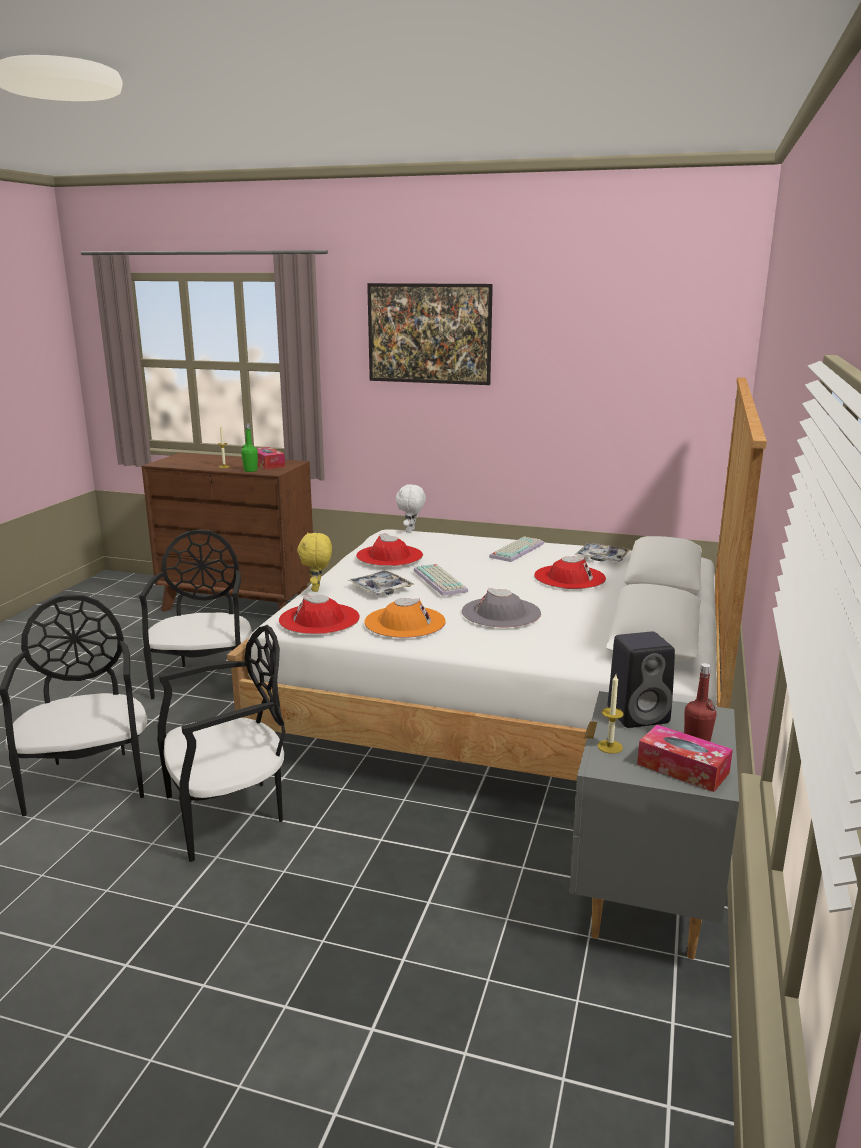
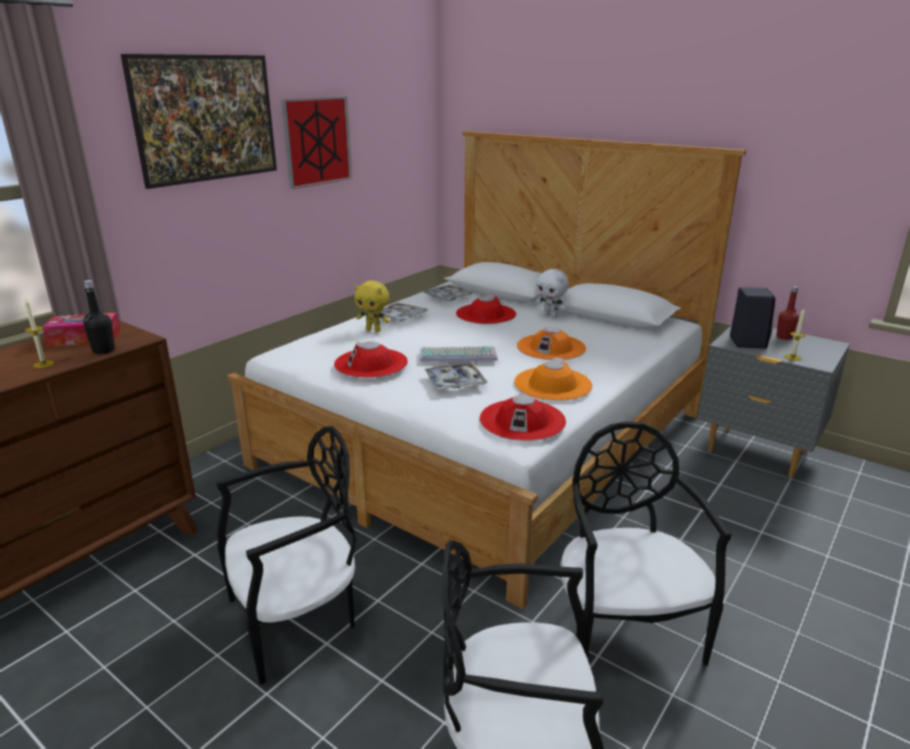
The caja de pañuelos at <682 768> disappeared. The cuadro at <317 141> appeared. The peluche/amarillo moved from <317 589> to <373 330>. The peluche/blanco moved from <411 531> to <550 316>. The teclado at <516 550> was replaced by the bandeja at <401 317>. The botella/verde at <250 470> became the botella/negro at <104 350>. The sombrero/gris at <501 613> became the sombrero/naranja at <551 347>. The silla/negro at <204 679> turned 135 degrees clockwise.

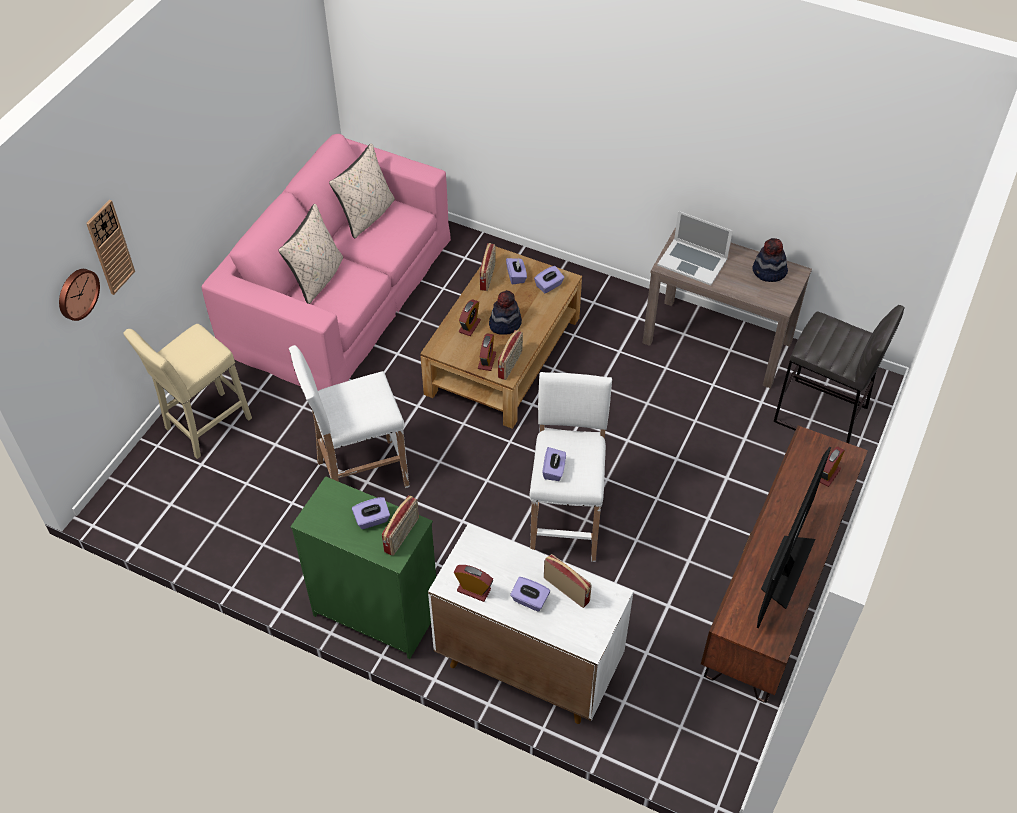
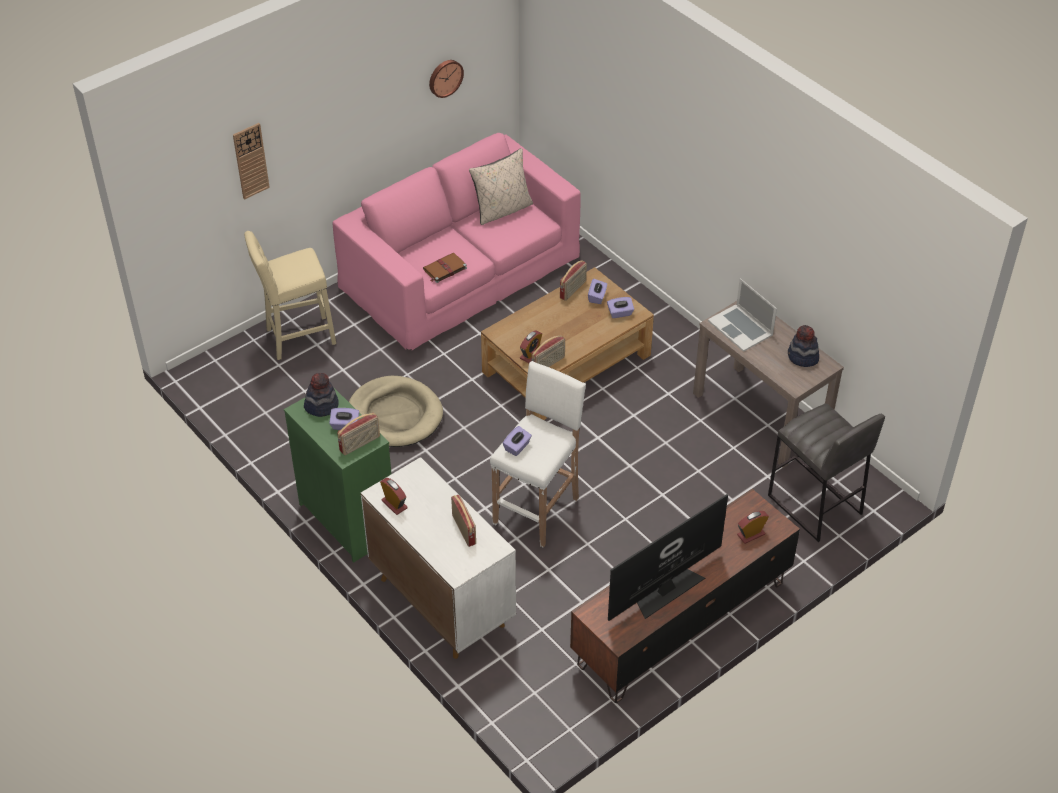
The cojín/beis at <317 278> disappeared. The despertador at <469 326> disappeared. The caja de pañuelos/morado at <529 600> disappeared. The libro/marrón at <444 269> appeared. The reloj de pared moved from <77 293> to <445 77>. The sombrero moved from <504 323> to <321 405>. The taburete/blanco at <360 474> was replaced by the cama para perro/beis at <395 415>.

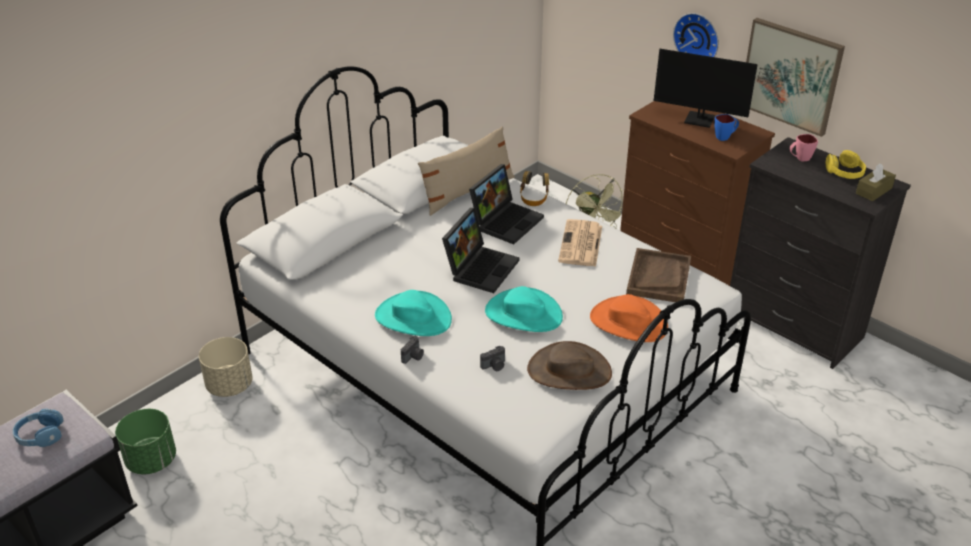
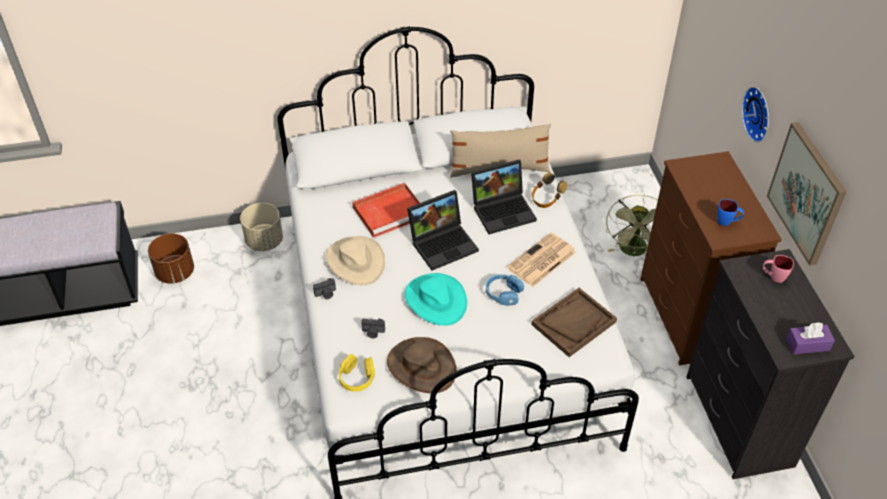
The sombrero/naranja at <628 322> disappeared. The monitor at <704 121> disappeared. The bandeja/rojo at <390 211> appeared. The auriculares/azul moved from <40 435> to <503 293>. The auriculares/amarillo moved from <844 172> to <357 378>. The maceta/verde at <151 461> became the maceta/marrón at <175 273>. The sombrero/turquesa at <413 317> became the sombrero/beis at <355 261>. The caja de pañuelos/marrón at <873 191> became the caja de pañuelos/morado at <807 344>.

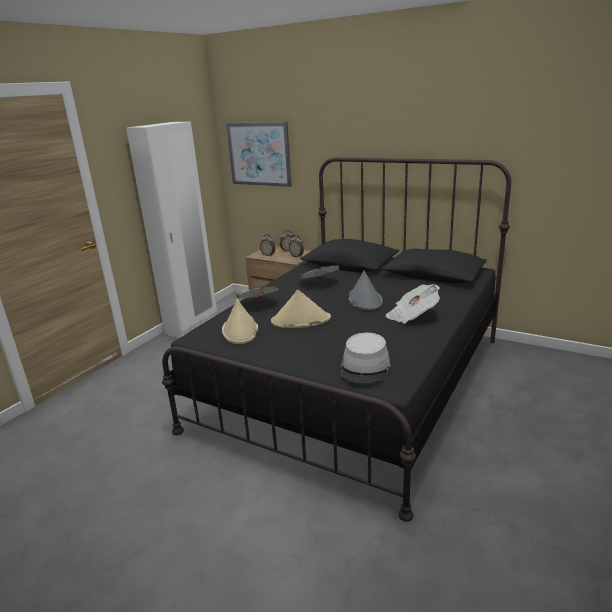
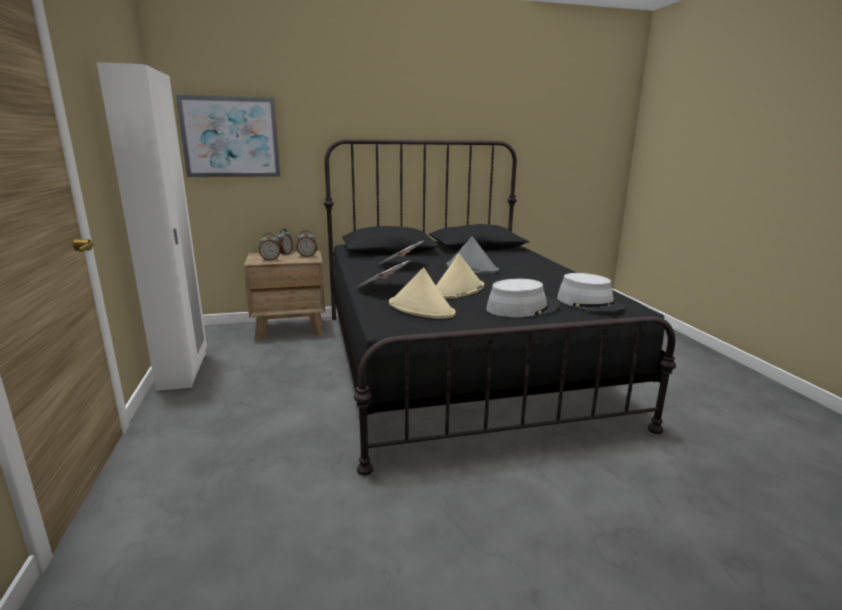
The periódico at <412 316> disappeared. The sombrero/gris at <522 308> appeared.

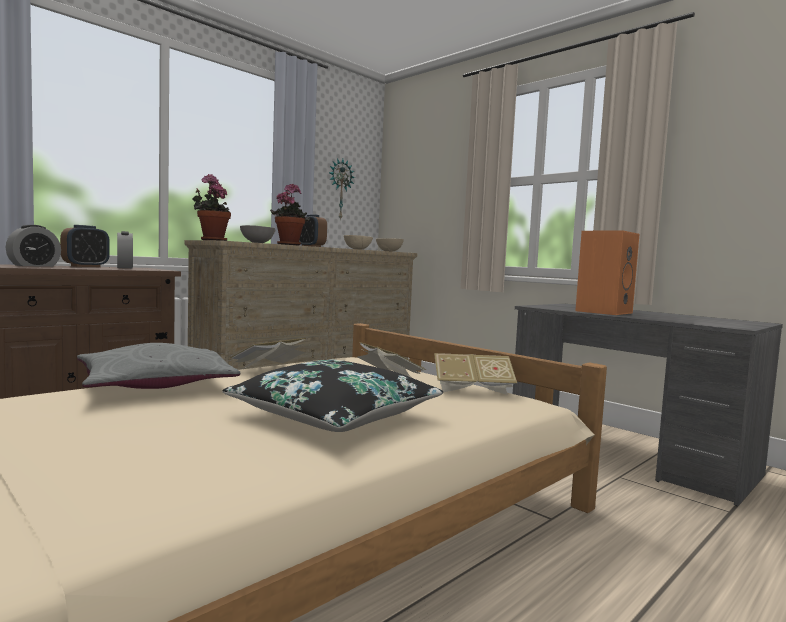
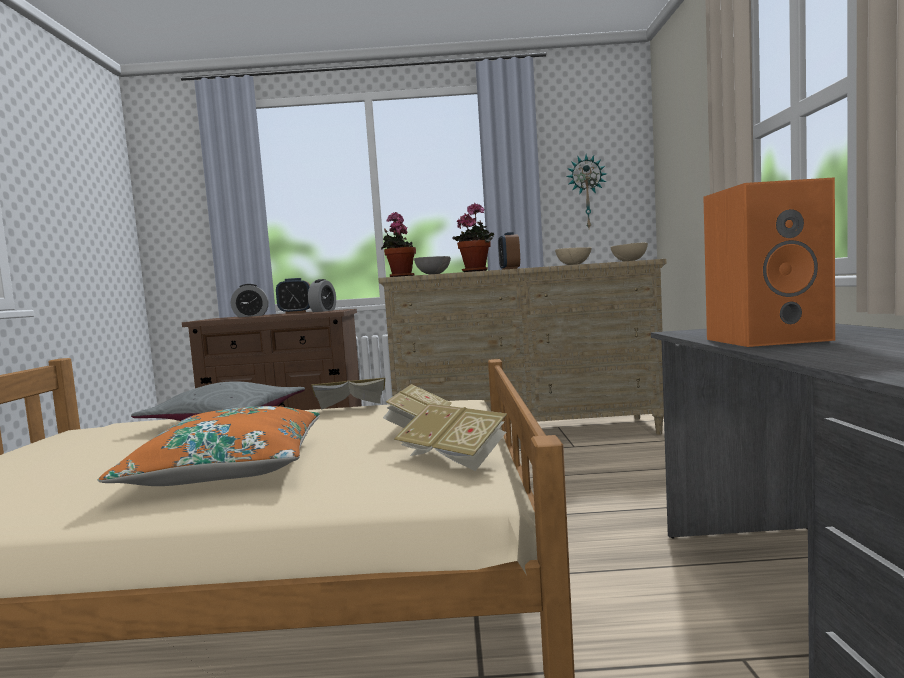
The cojín/negro at <334 416> became the cojín/naranja at <229 468>.

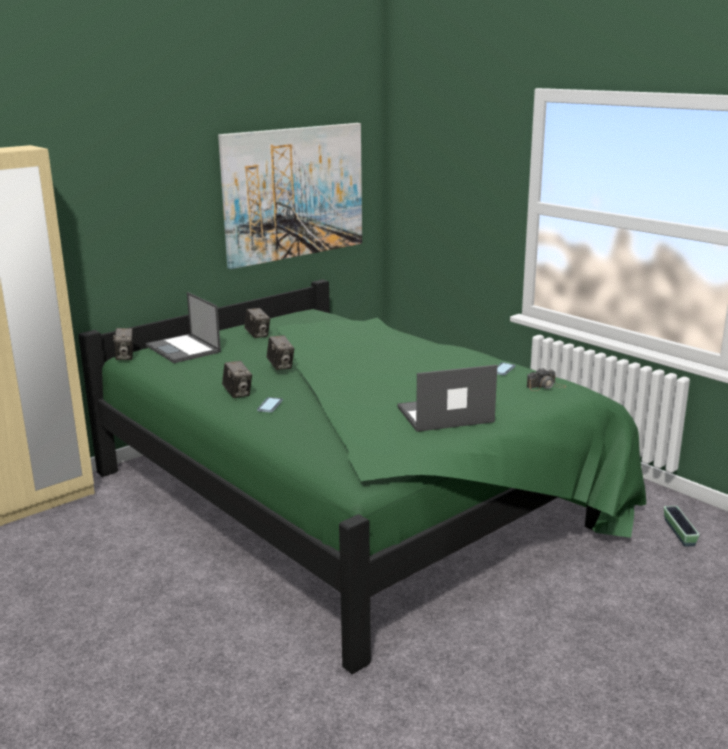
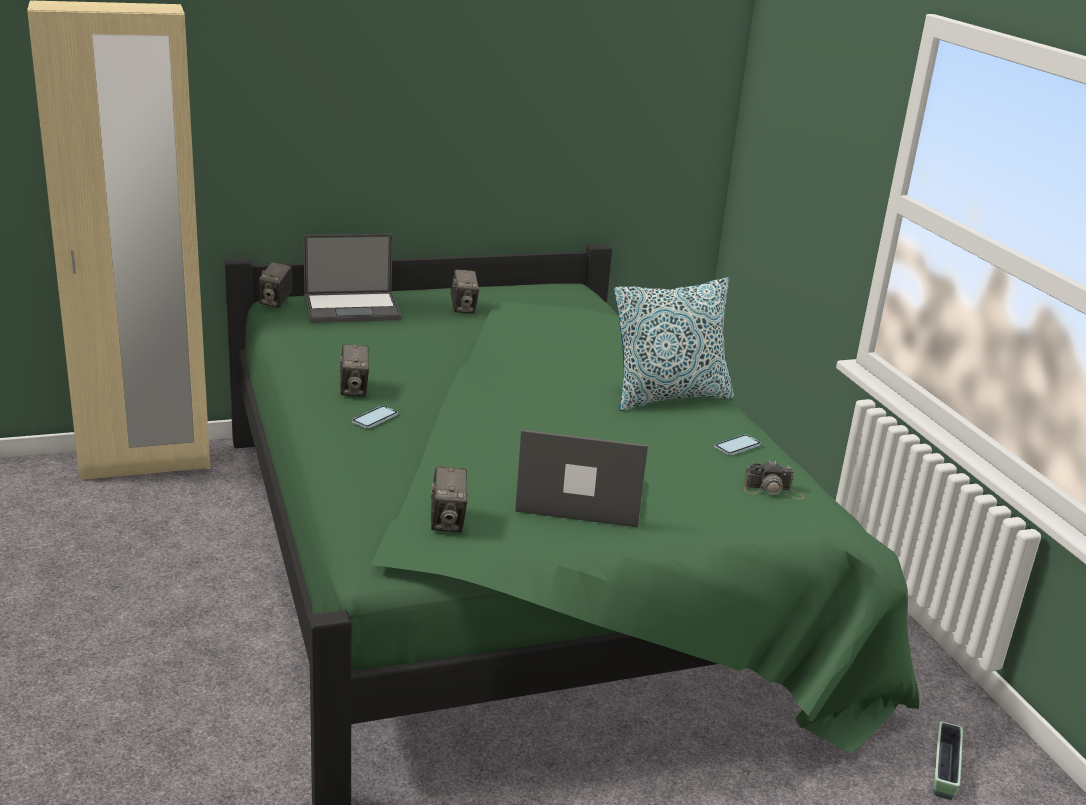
The cuadro at <294 193> disappeared. The cojín at <669 396> appeared. The cámara moved from <281 366> to <448 522>. The portátil at <184 349> turned 90 degrees counterclockwise.

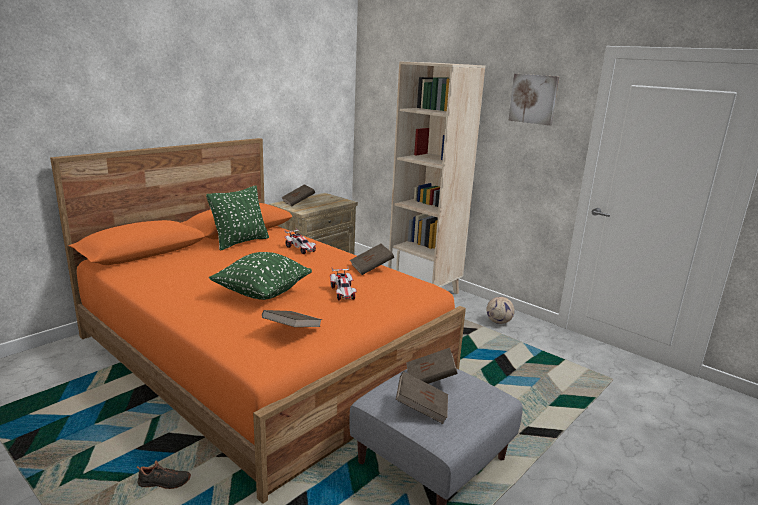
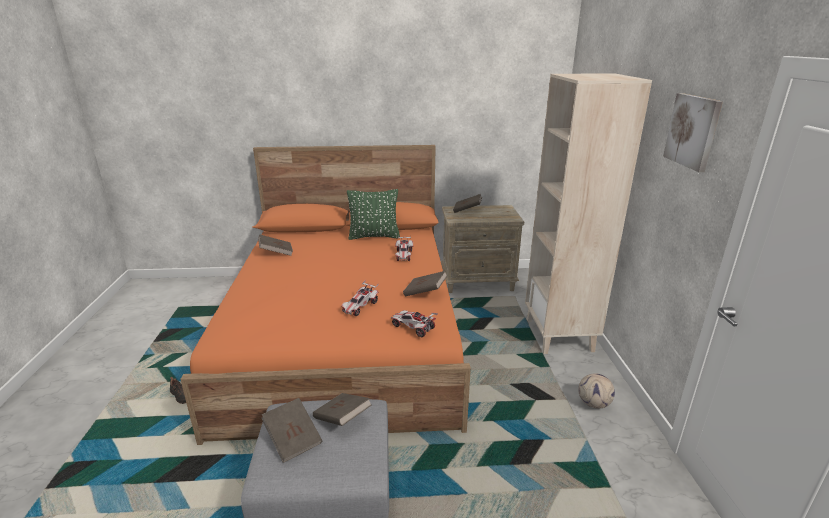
The cojín/verde at <262 293> disappeared. The coche de juguete at <413 328> appeared. The libro/marrón moved from <292 330> to <276 253>.

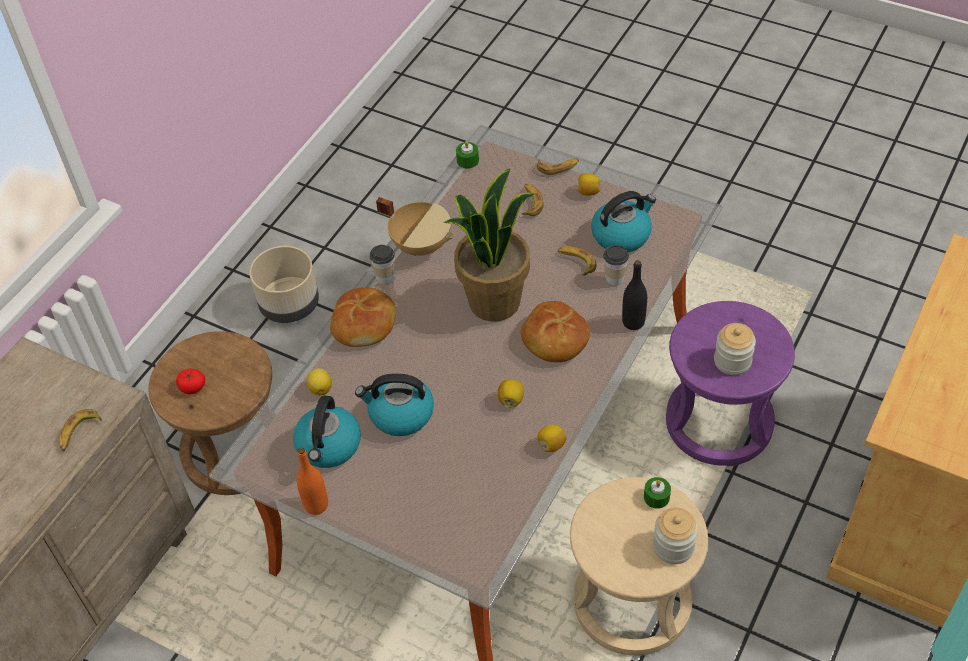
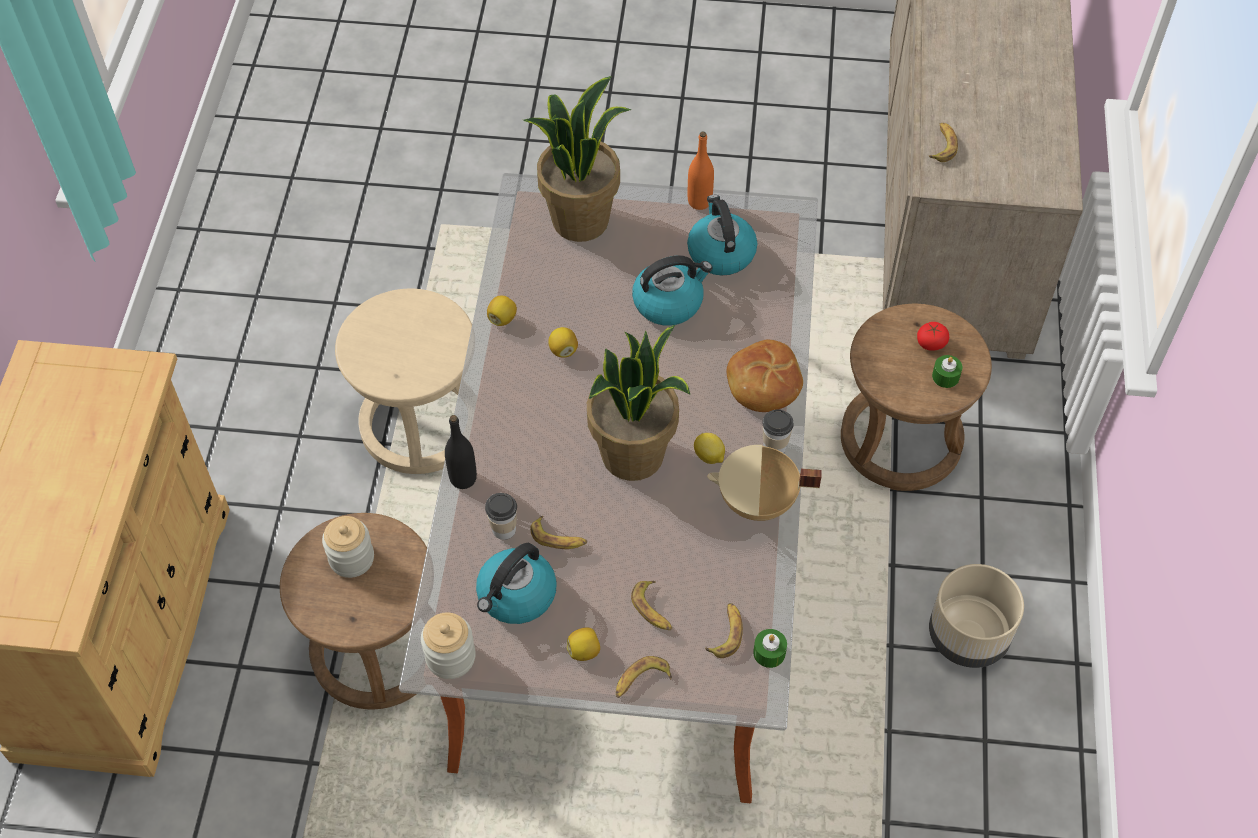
The pan at <554 339> disappeared. The planta en maceta at <580 219> appeared. The plátano at <726 633> appeared. The limón moved from <321 388> to <709 456>. The vela/verde moved from <656 497> to <945 376>. The tarro moved from <673 546> to <450 657>. The taburete/morado at <719 423> became the taburete/marrón at <377 649>.

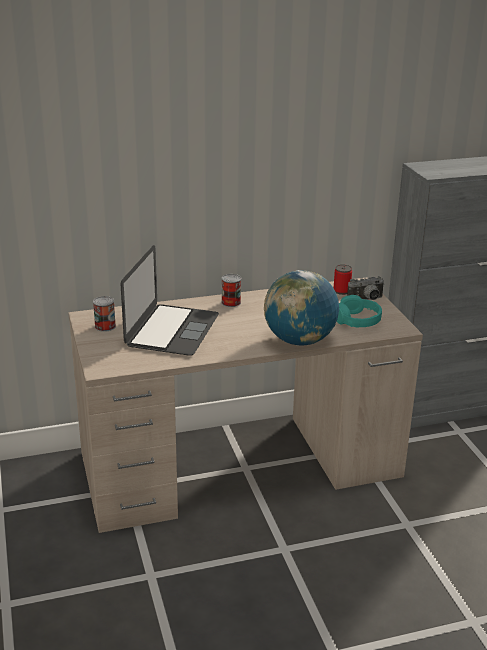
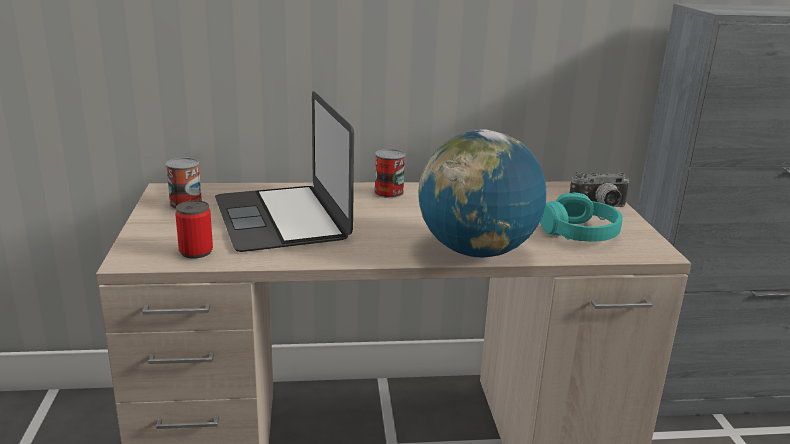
The lata moved from <341 291> to <196 252>. The portátil at <172 330> turned 135 degrees clockwise.

